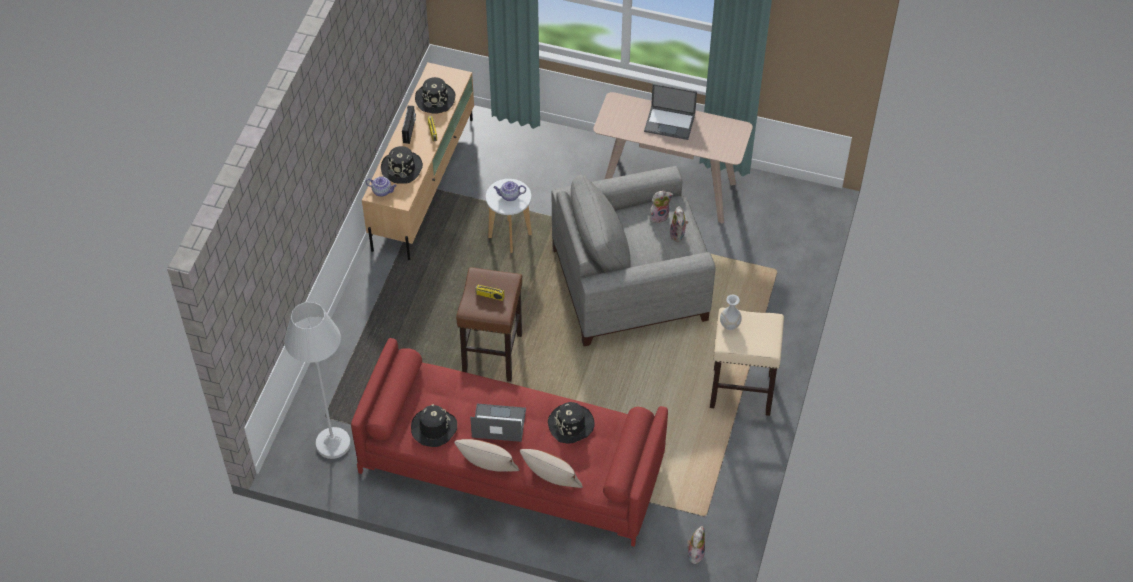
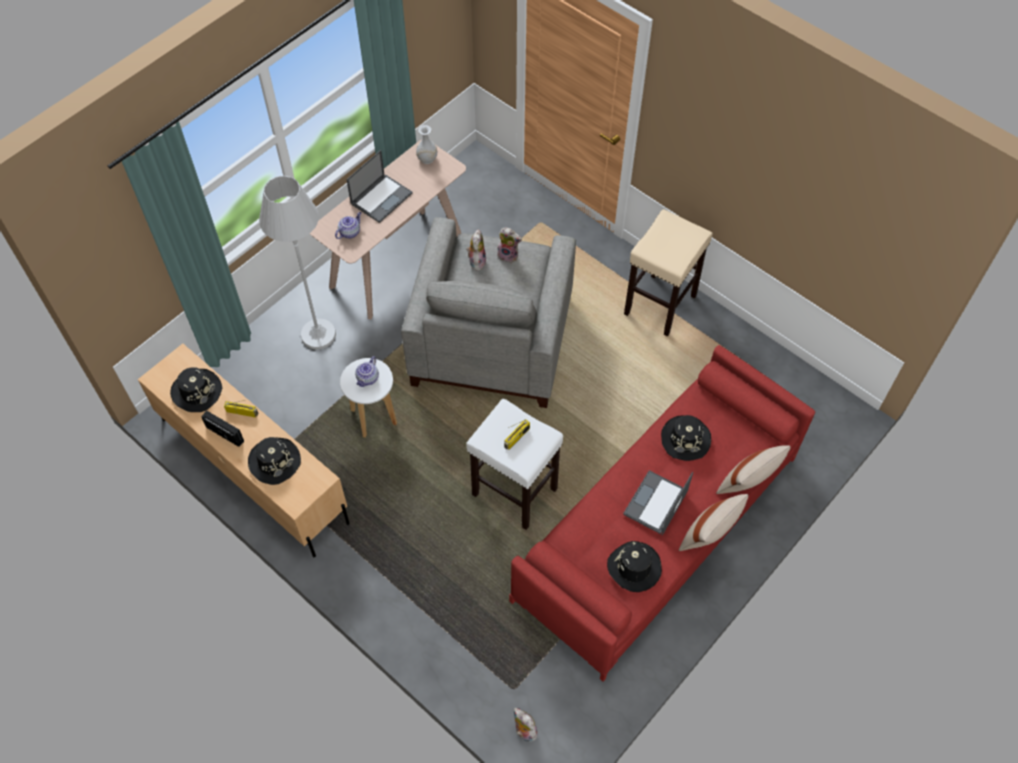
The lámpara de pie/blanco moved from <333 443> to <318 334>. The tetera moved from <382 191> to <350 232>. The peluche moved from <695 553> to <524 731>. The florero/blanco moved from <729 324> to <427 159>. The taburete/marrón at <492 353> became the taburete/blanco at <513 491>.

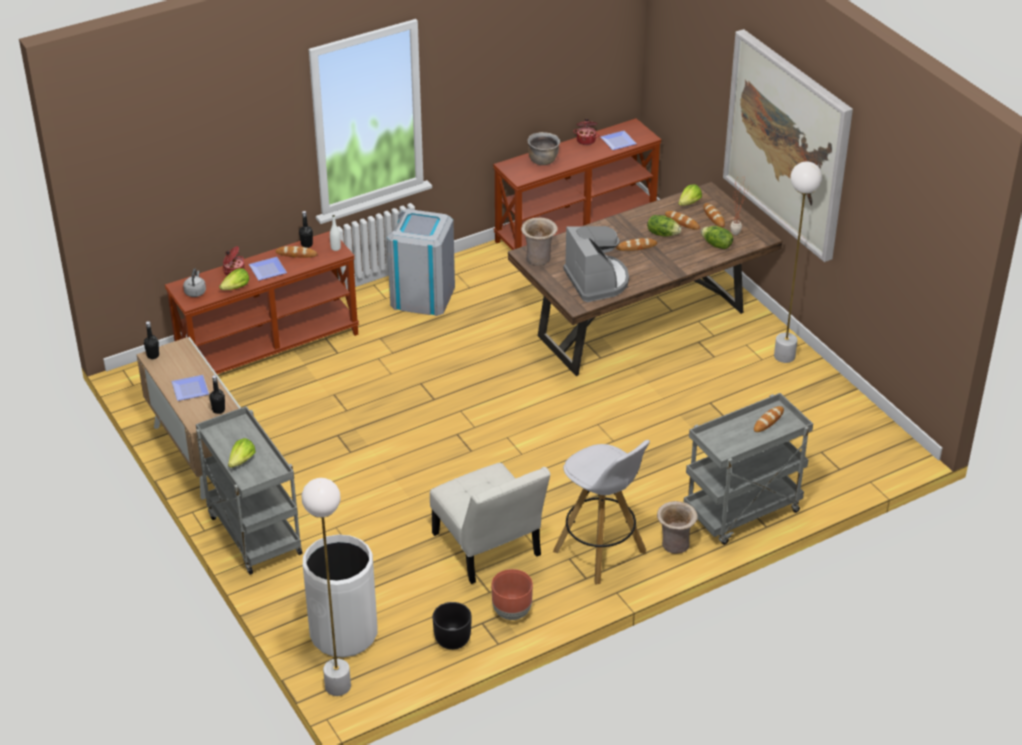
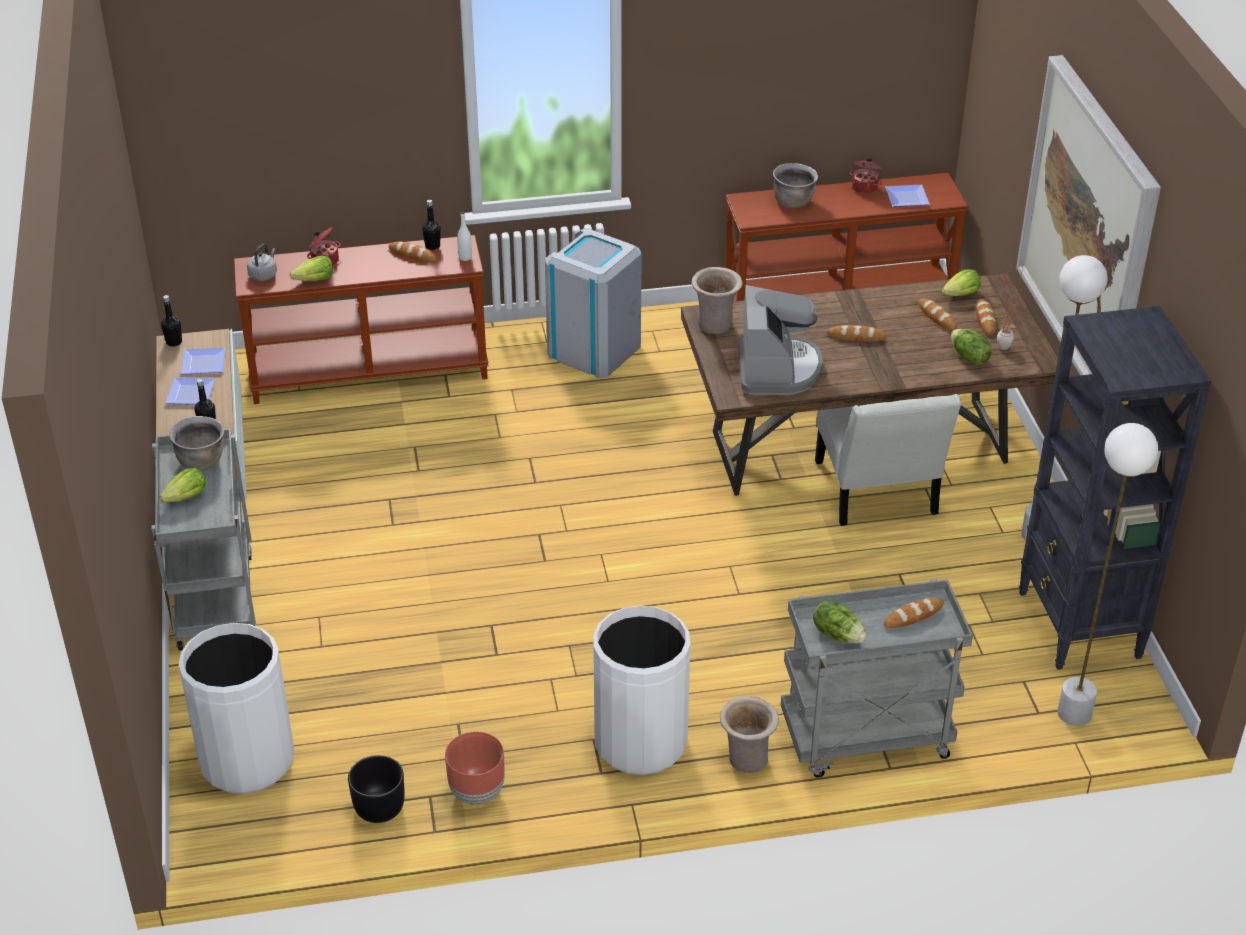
The olla/marrón at <201 461> appeared. The estantería/negro at <1079 626> appeared. The plato moved from <268 269> to <205 362>. The lámpara de pie/blanco moved from <338 686> to <1074 714>. The silla/blanco moved from <489 549> to <877 493>. The lechuga moved from <662 234> to <837 634>. The taburete/blanco at <601 552> was replaced by the papelera/blanco at <640 742>.

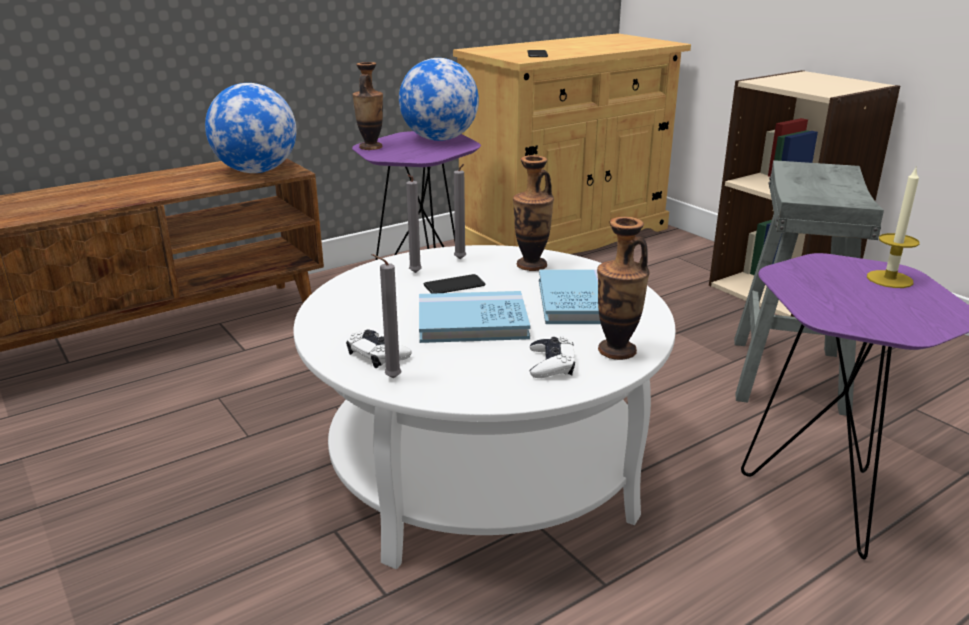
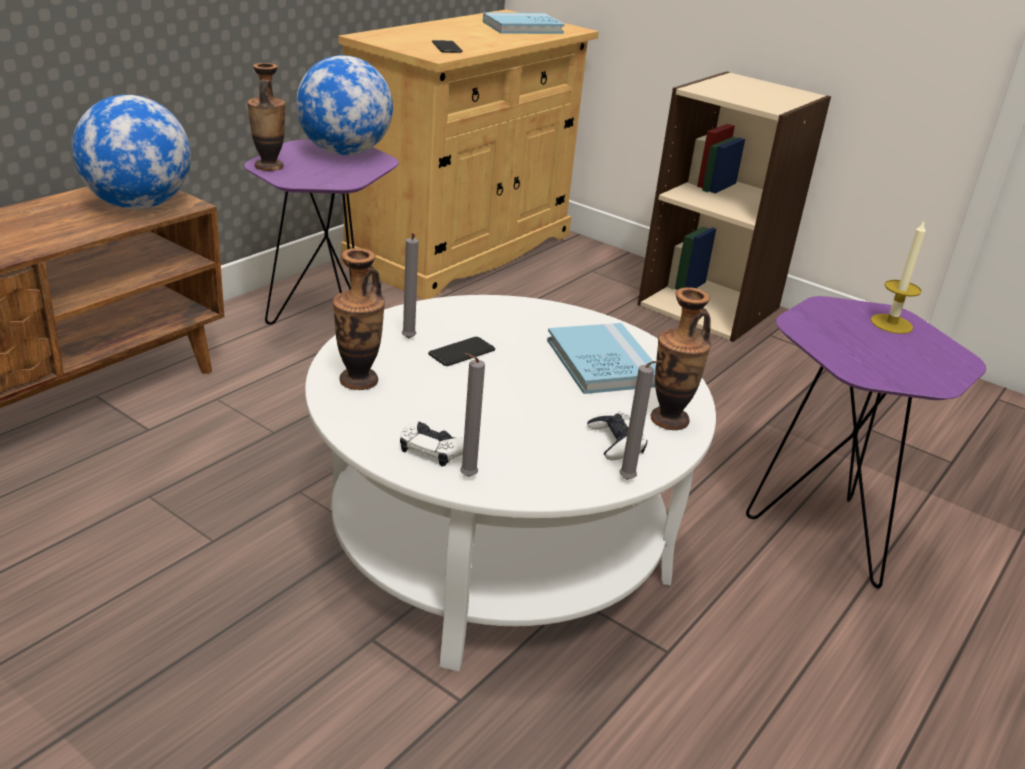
The taburete/gris at <786 373> disappeared. The libro/azul moved from <472 322> to <522 27>. The vela/gris moved from <461 260> to <629 481>. The florero moved from <531 265> to <358 380>.

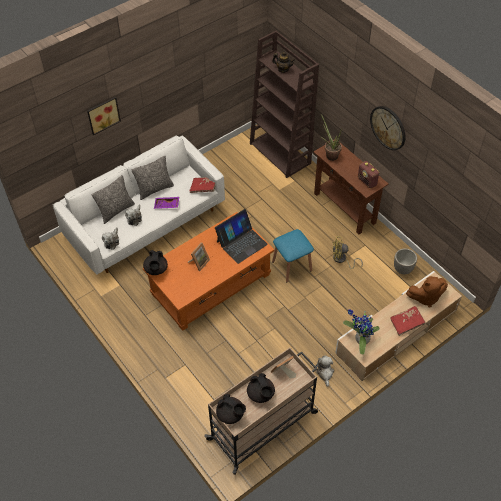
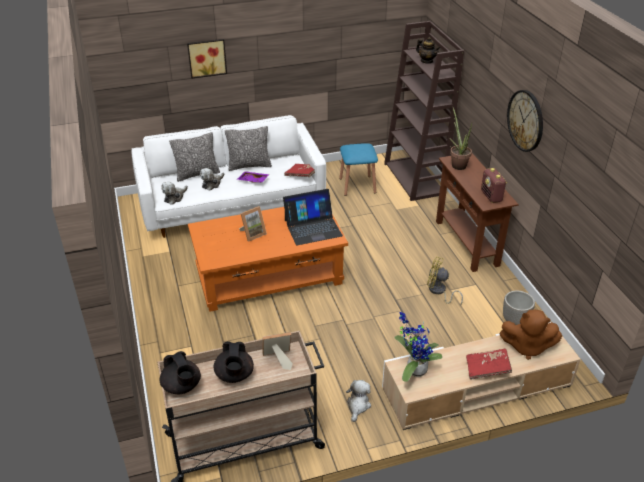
The tetera/negro at <156 270> disappeared. The taburete/azul moved from <292 266> to <357 185>.

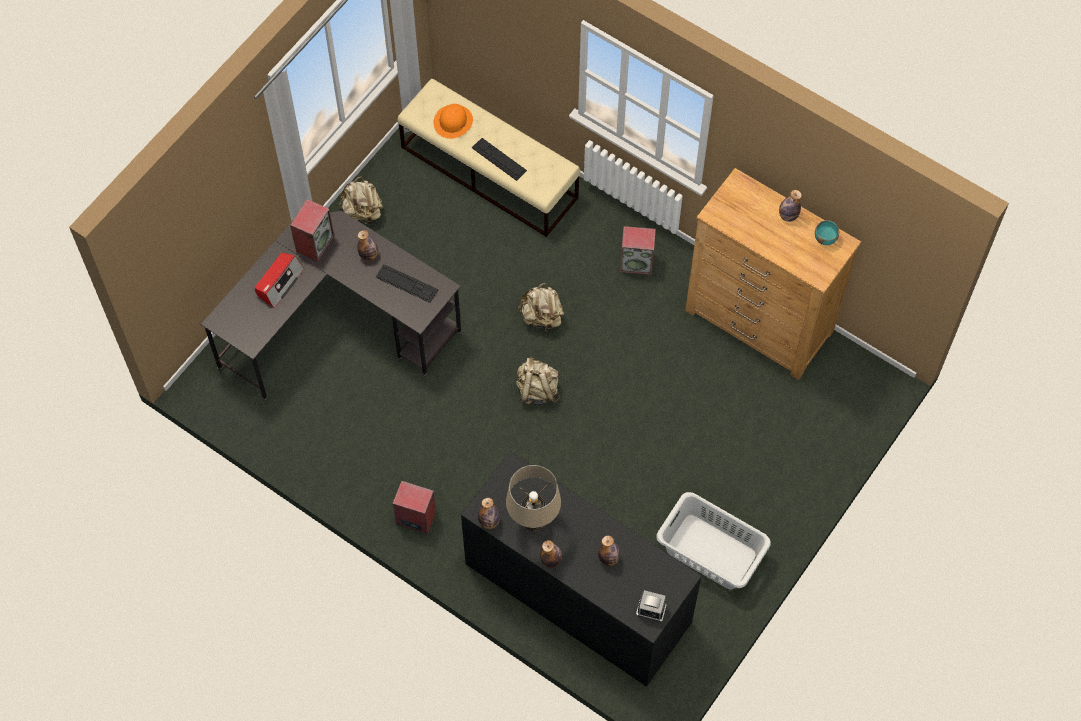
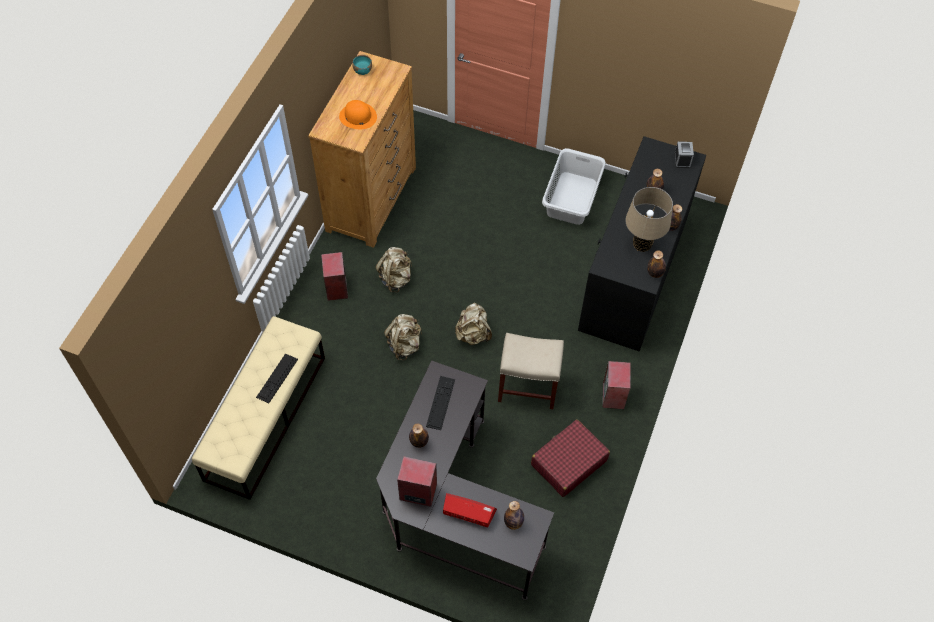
The taburete/beis at <528 387> appeared. The maleta/rojo at <568 462> appeared. The mochila/beis moved from <363 212> to <396 278>. The sombrero/naranja moved from <453 121> to <357 116>. The botella moved from <788 216> to <513 522>.

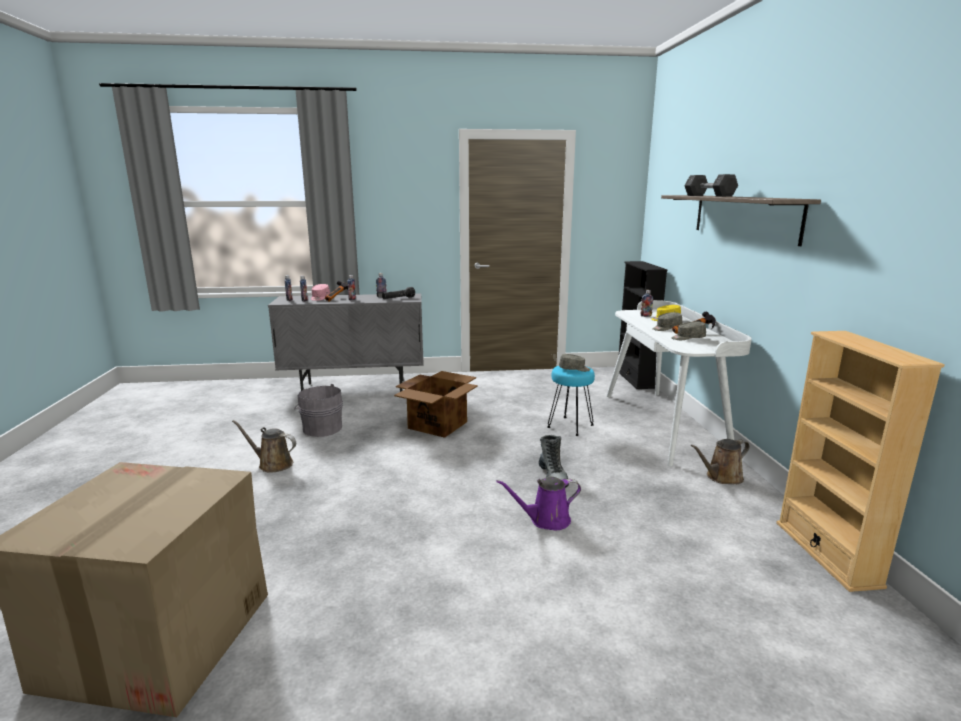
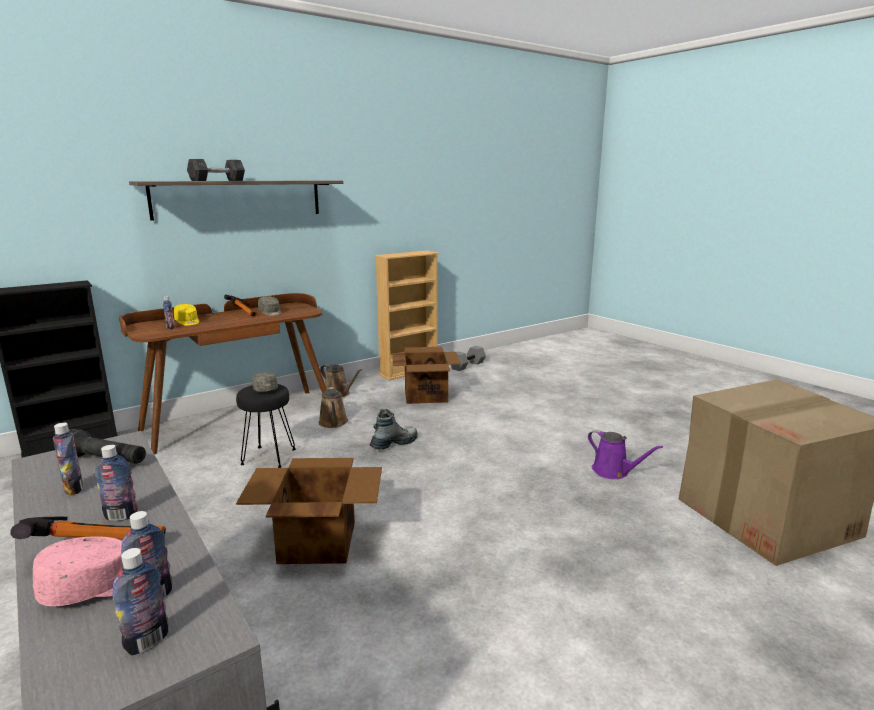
The cubo/gris at <321 428> disappeared. The gorra/gris at <666 328> disappeared. The caja de cartón at <426 395> appeared. The mancuerna/gris at <467 365> appeared. The regadera/marrón moved from <272 464> to <333 423>. The regadera/morado moved from <546 520> to <613 472>. The taburete/turquesa at <570 426> became the taburete/negro at <268 457>. The escritorio/blanco at <664 424> became the escritorio/marrón at <239 418>.

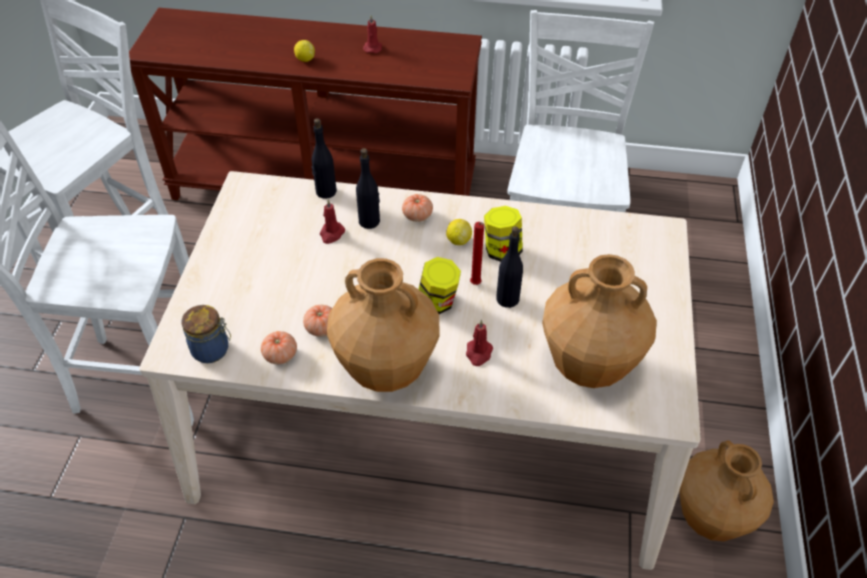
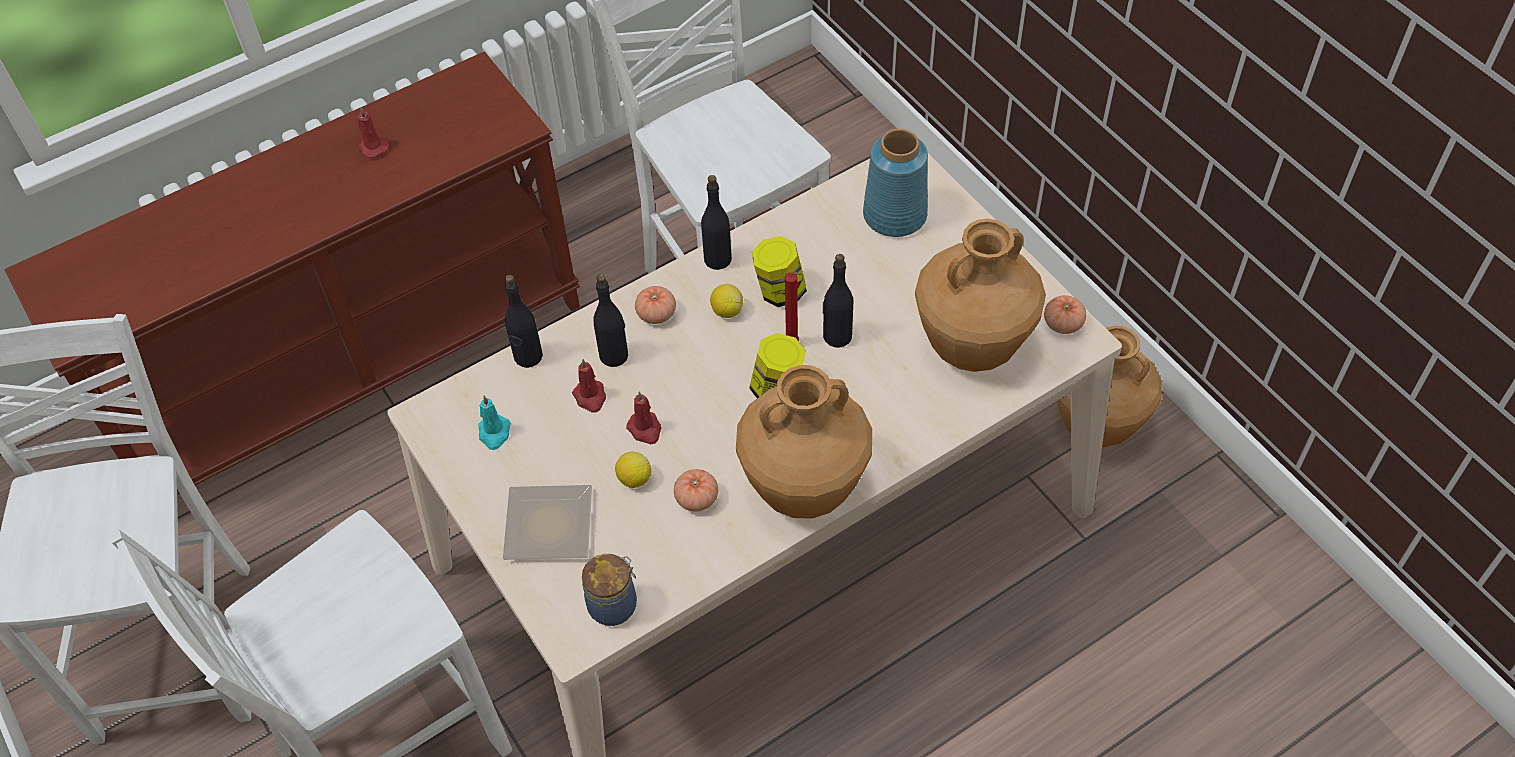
The vela/turquesa at <494 433> appeared. The plato at <552 523> appeared. The botella/negro at <718 259> appeared. The florero/azul at <896 215> appeared. The tomate moved from <280 355> to <1063 323>. The limón moved from <305 59> to <634 479>. The vela/rojo moved from <478 353> to <645 429>.

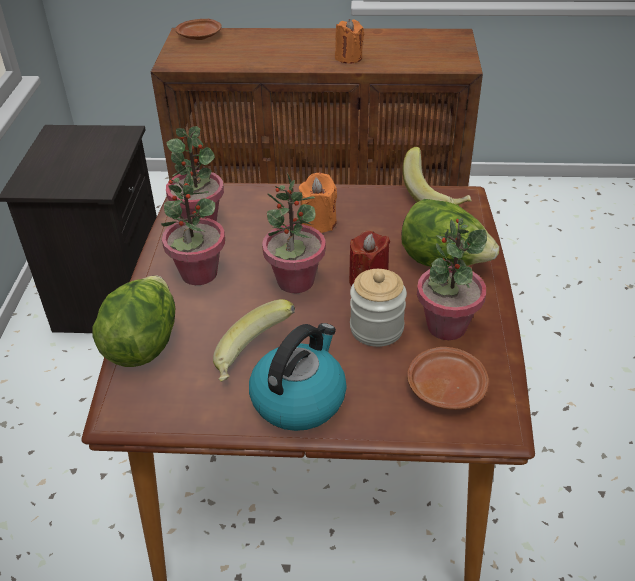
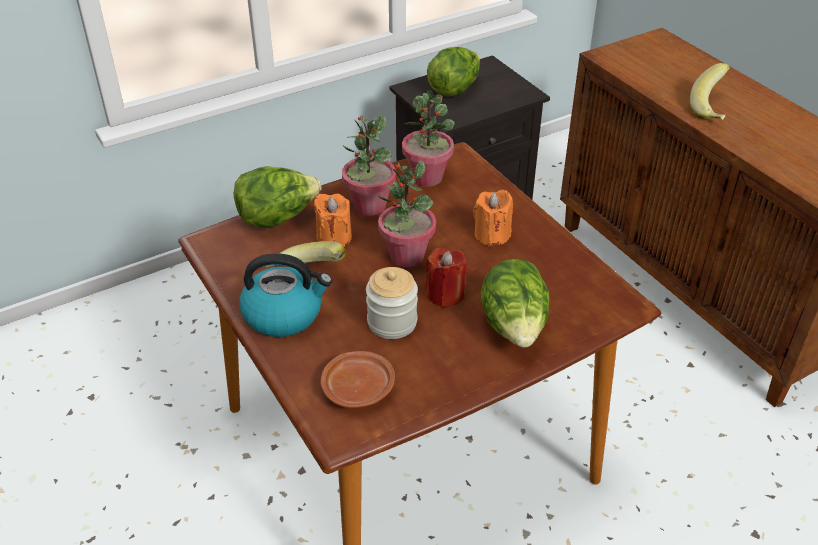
The plato/marrón at <200 36> disappeared. The planta en maceta at <446 326> disappeared. The lechuga at <454 88> appeared. The vela/naranja moved from <348 58> to <334 238>. The plátano moved from <435 197> to <713 109>.

